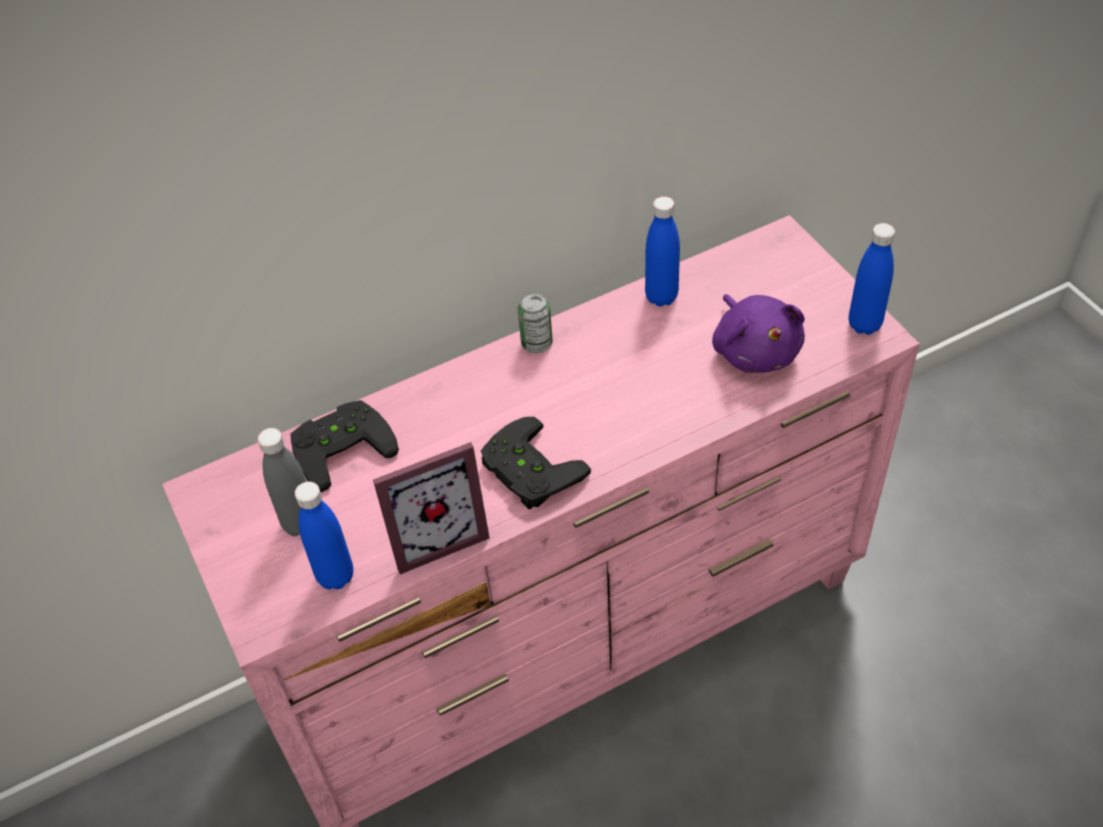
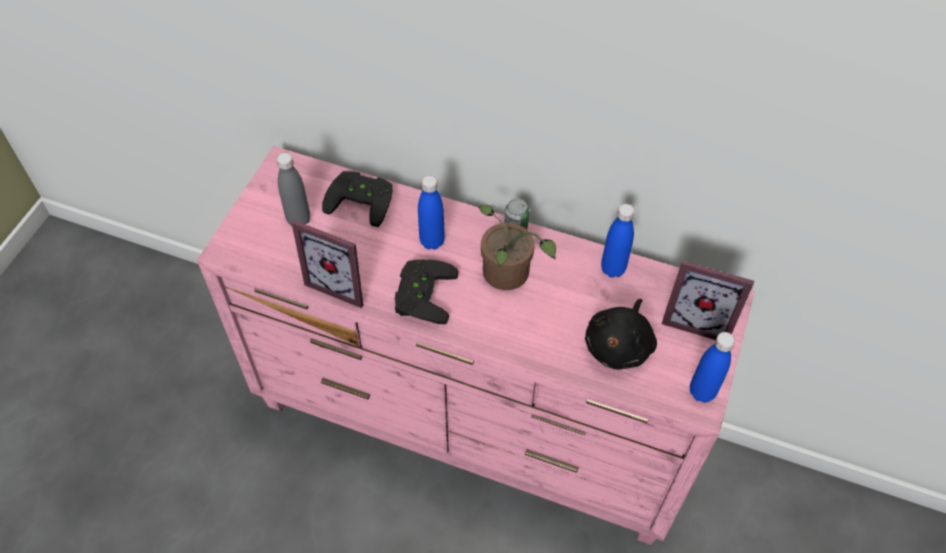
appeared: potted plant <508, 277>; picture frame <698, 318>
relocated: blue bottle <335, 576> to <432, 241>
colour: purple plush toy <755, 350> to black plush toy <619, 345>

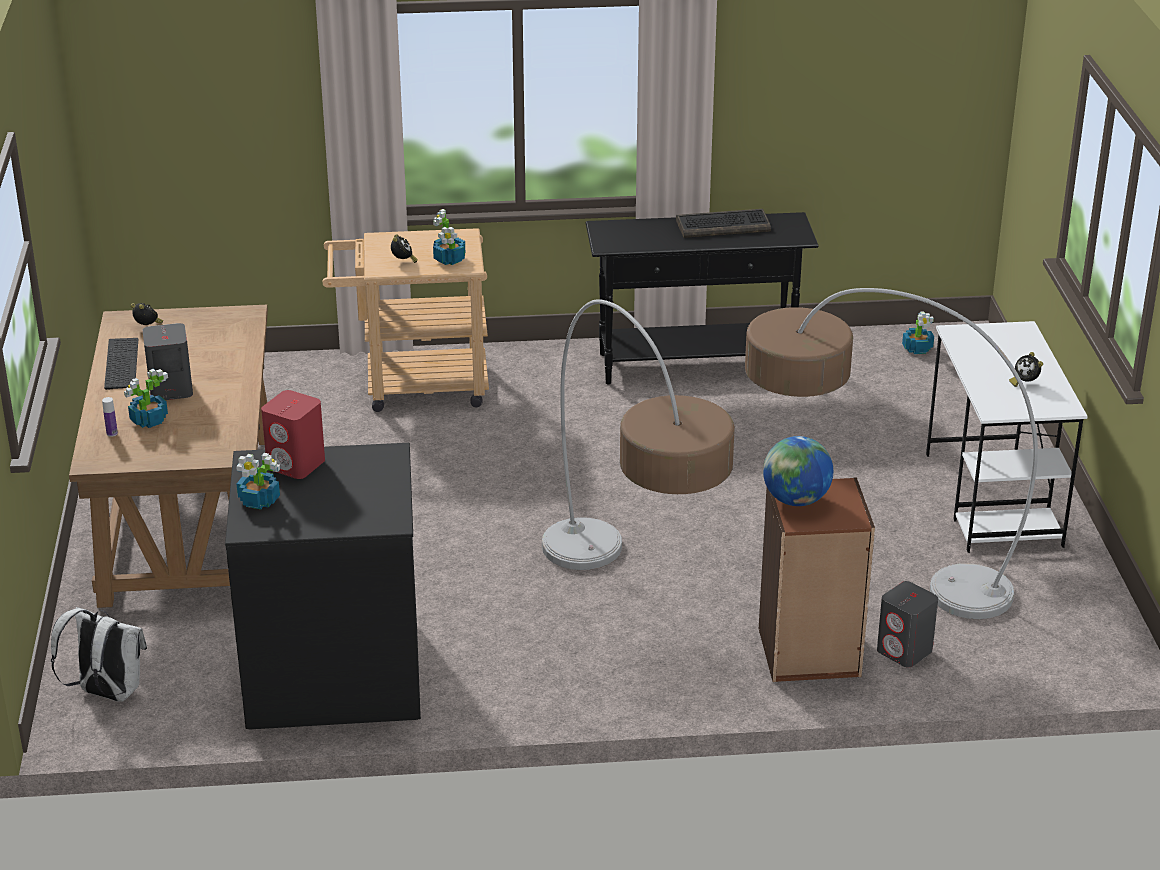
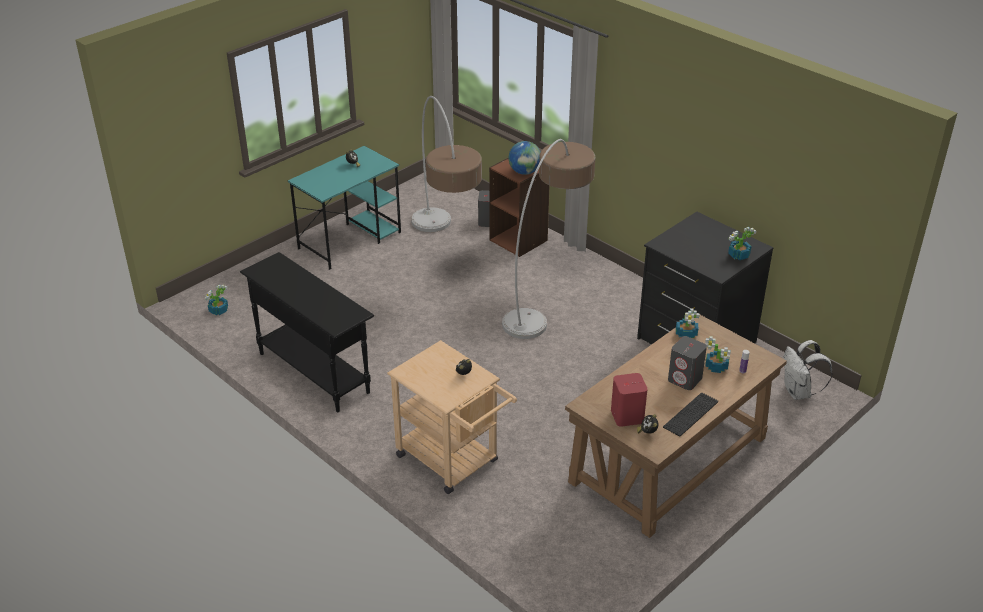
missing: keyboard <723, 225>
relocated: red speaker <296, 464> to <627, 416>; potted plant <449, 259> to <686, 334>
colour: white desk <993, 500> to turquoise desk <350, 240>

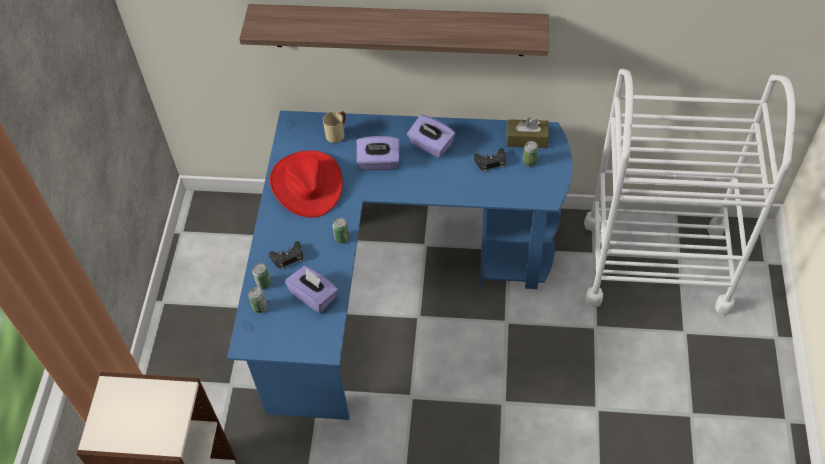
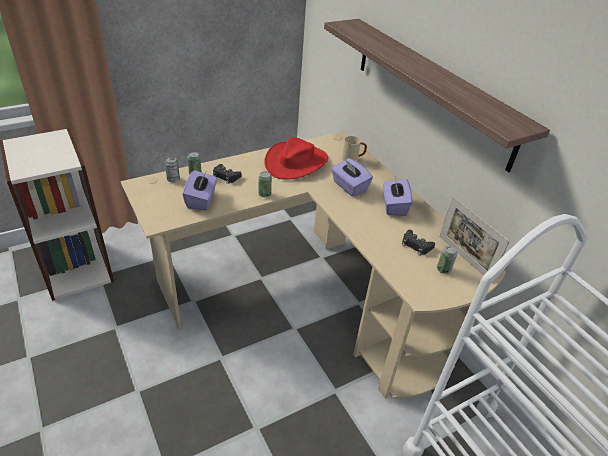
exchanged: brown tissue box <527, 139> to picture frame <464, 258>
colour: blue desk <388, 282> to beige desk <309, 296>

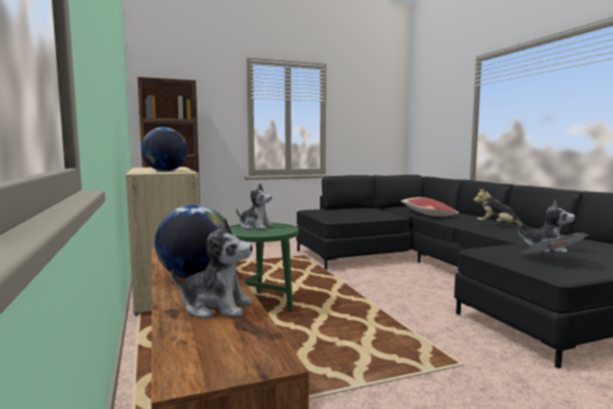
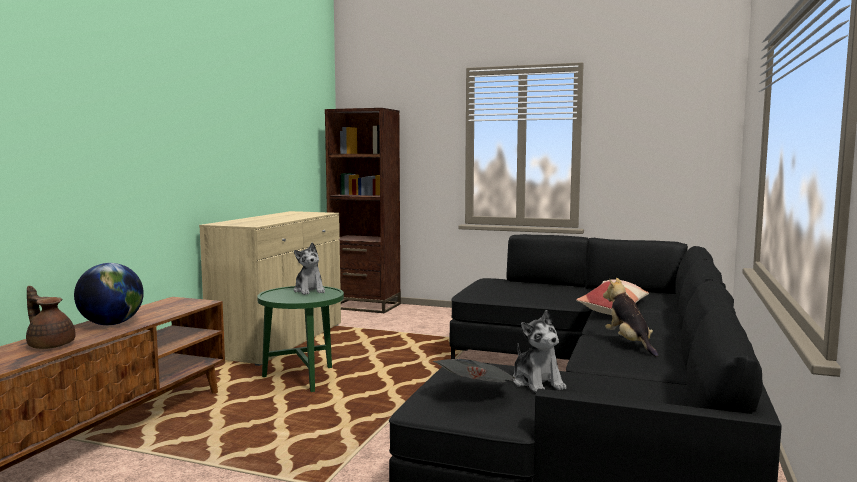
missing: globe <165, 171>
exchanged: plush toy <216, 307> to brown teapot <50, 345>

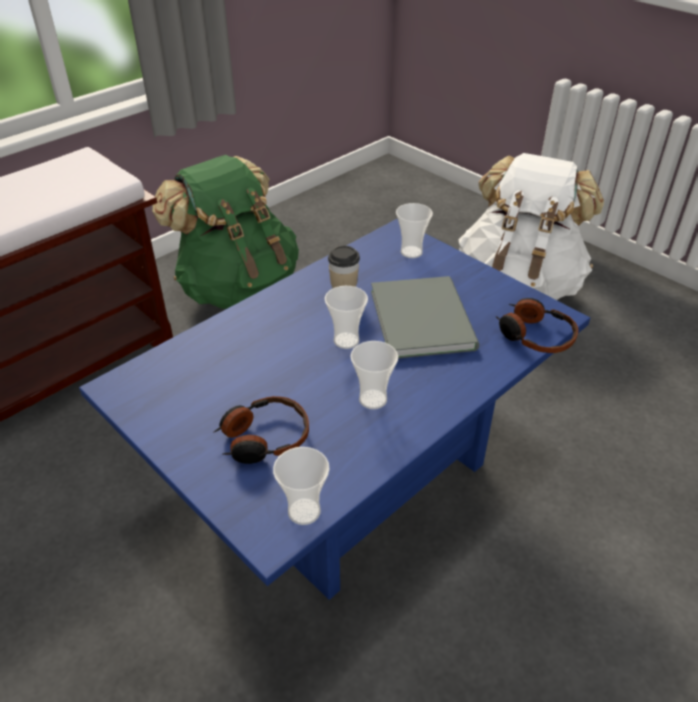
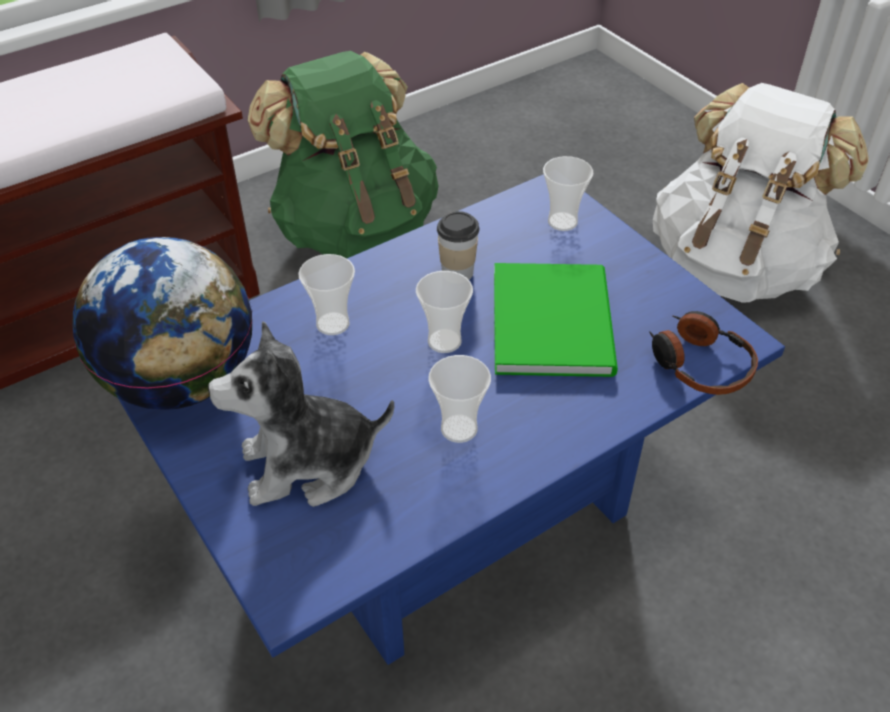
appeared: globe <181, 382>
relocated: cup <304, 511> to <333, 324>
exchanged: headphones <263, 438> to plush toy <308, 464>
colour: grey book <424, 317> to green book <555, 319>

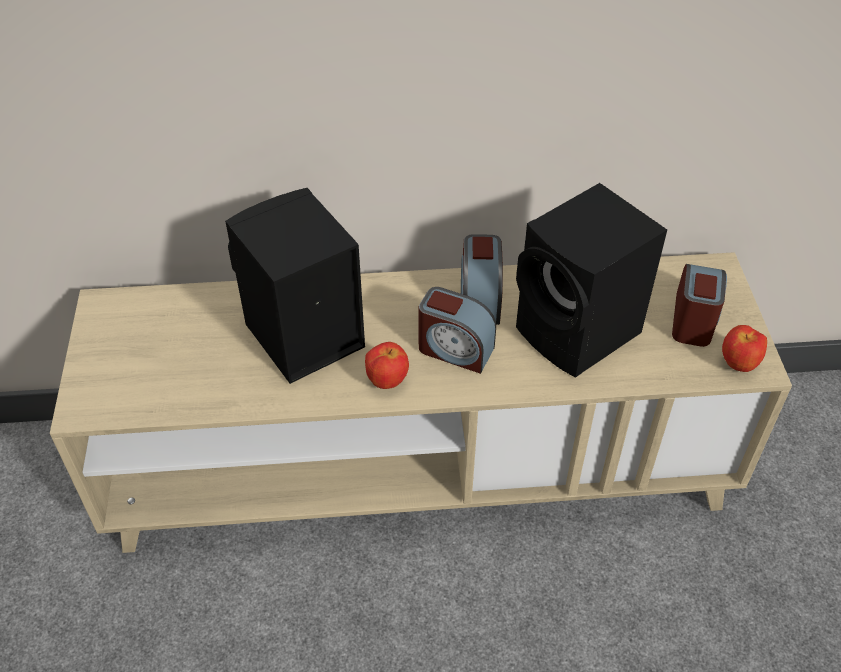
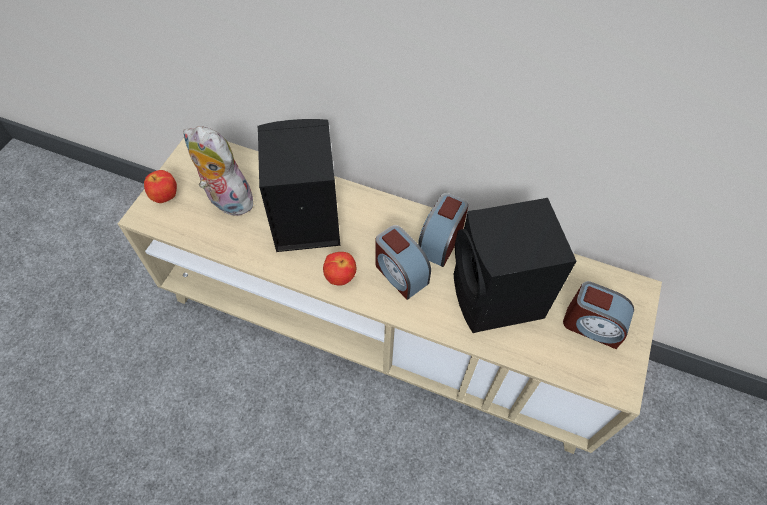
appeared: plush toy <226, 200>
relocated: apple <738, 364> to <165, 197>
spun: alarm clock <693, 320> = <592, 325> 75 degrees clockwise

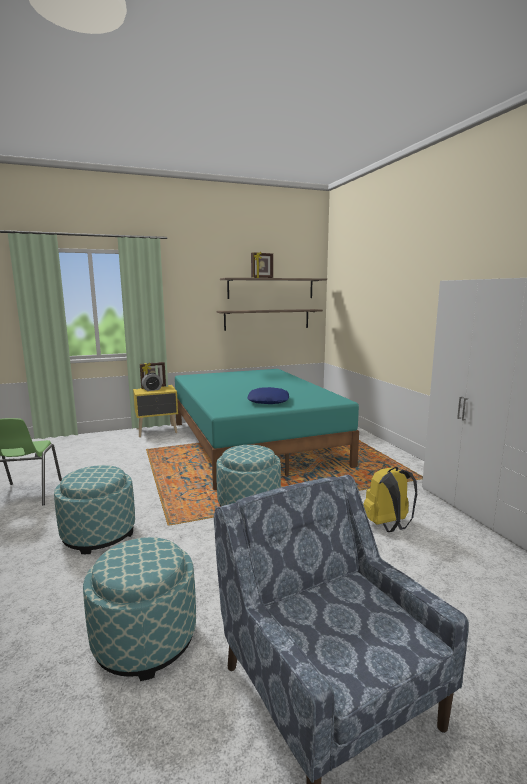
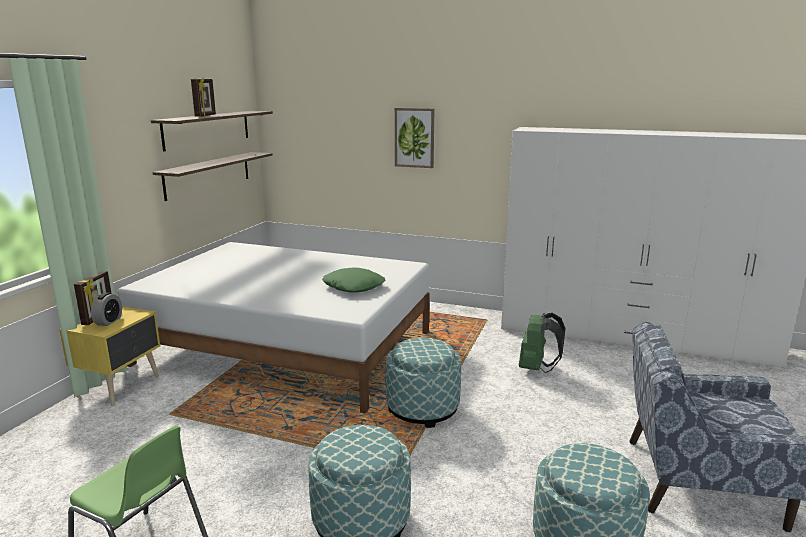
appeared: picture <414, 137>
colour: turquoise bed <254, 443> to white bed <287, 348>; blue pillow <269, 401> to green pillow <354, 286>; yellow backpack <388, 526> to green backpack <537, 368>

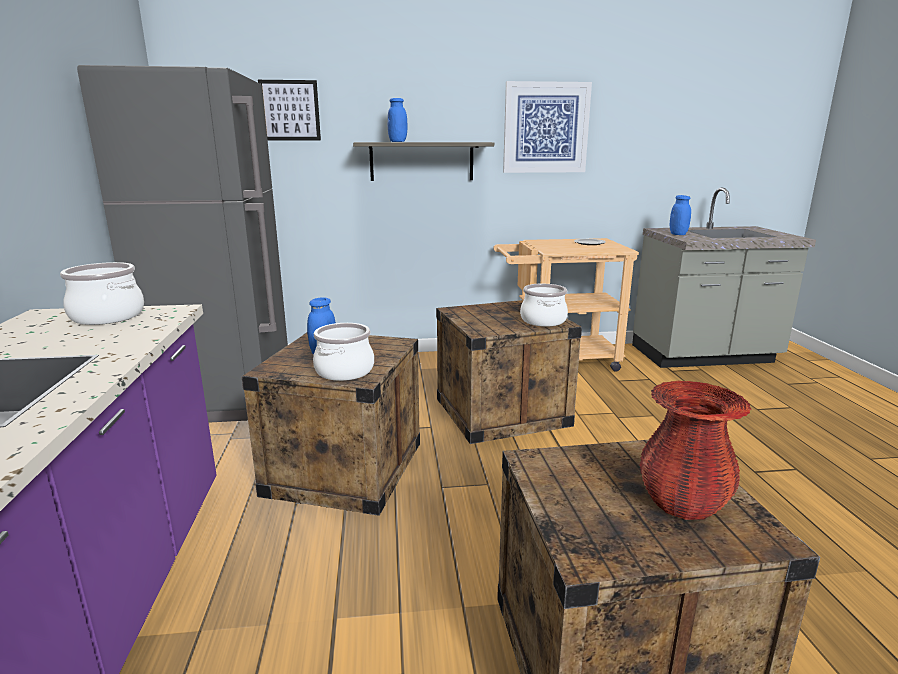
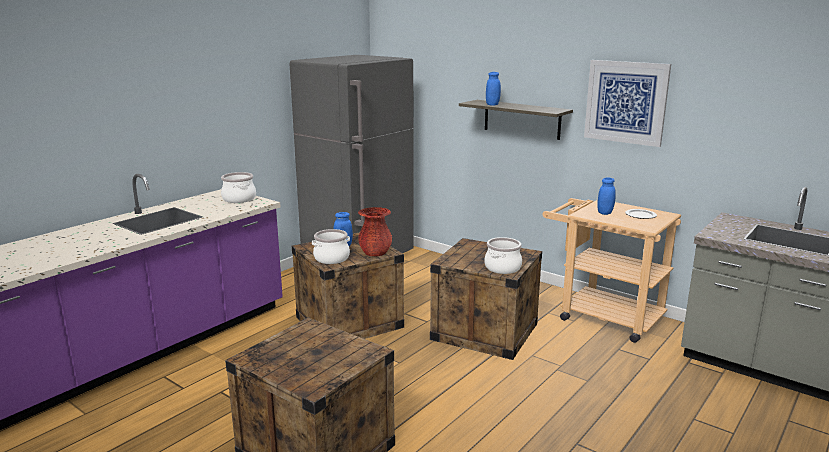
missing: picture <290, 110>
relocated: red vase <683, 503> to <375, 253>; blue jar <678, 234> to <605, 213>

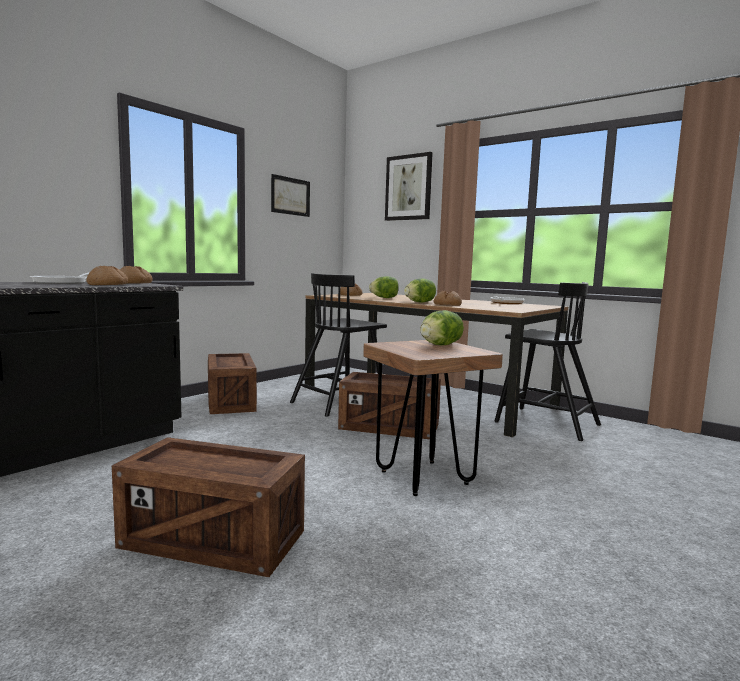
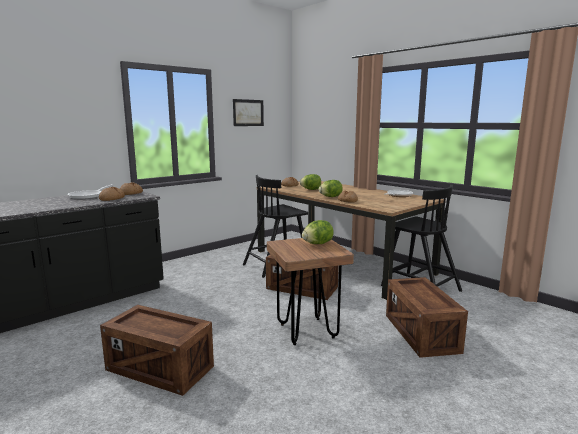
missing: picture <408, 187>
relocated: crate <231, 402> to <420, 333>

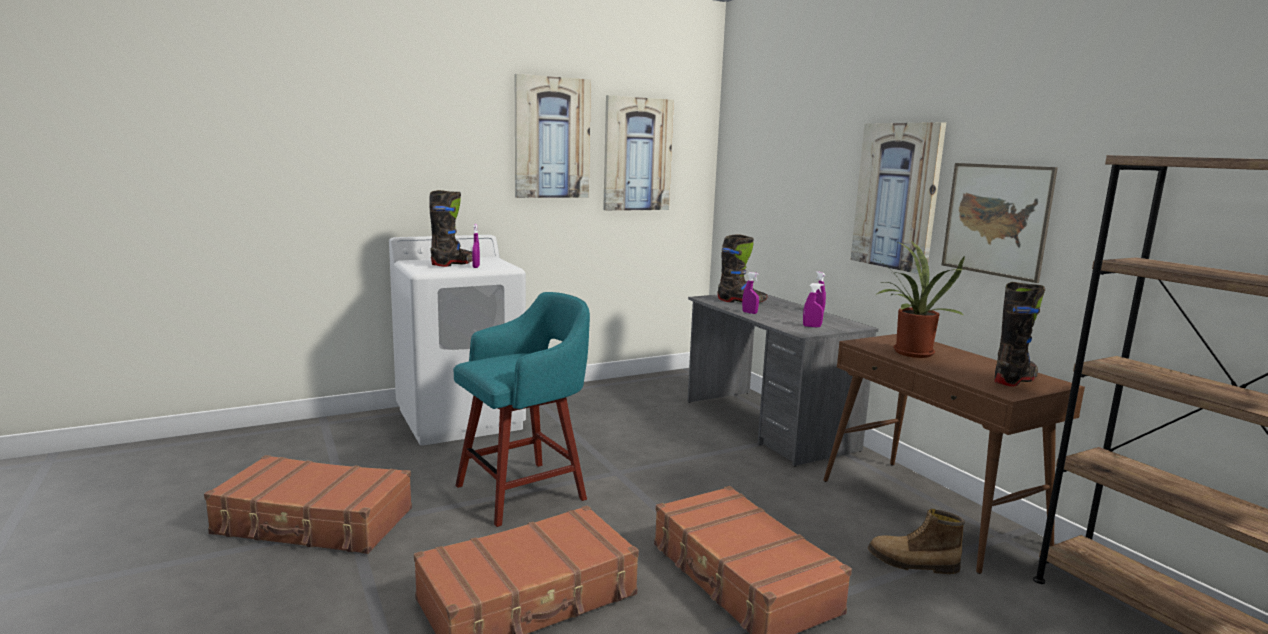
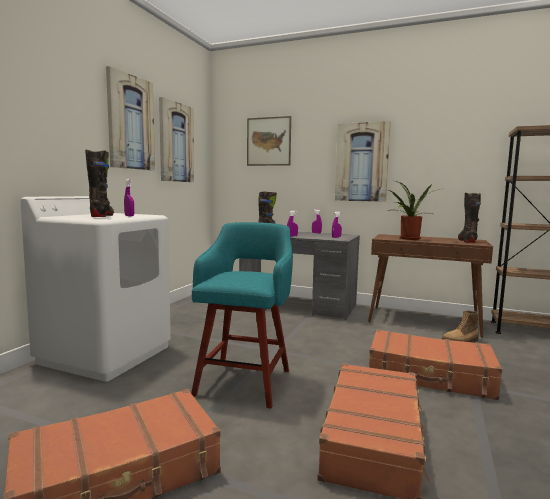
relocated: picture <996, 220> to <268, 141>

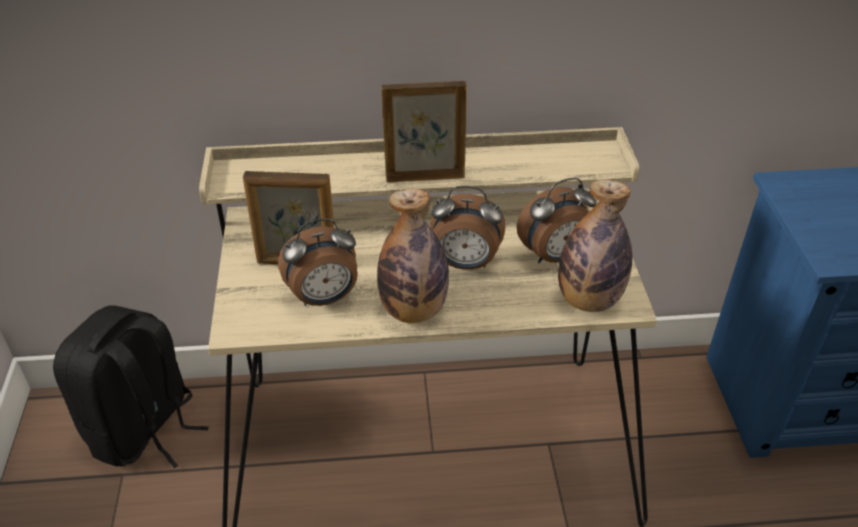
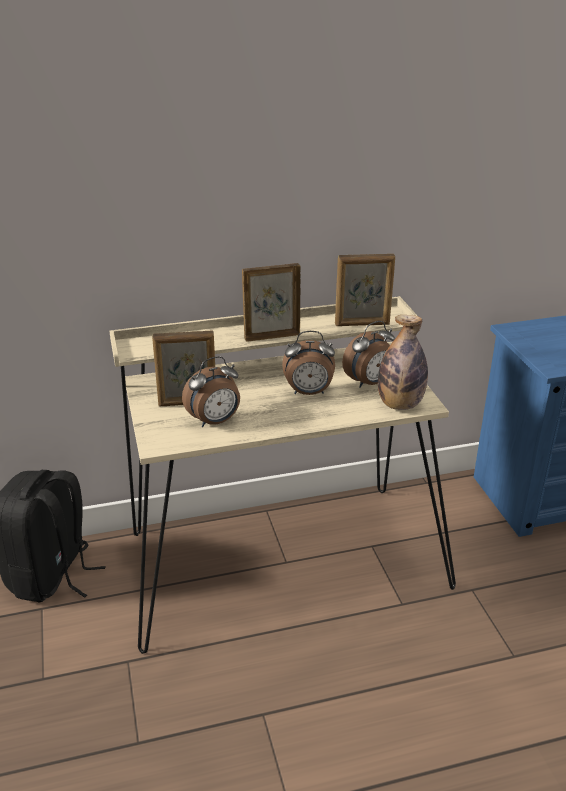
missing: bottle <413, 310>
appeared: picture frame <362, 324>

